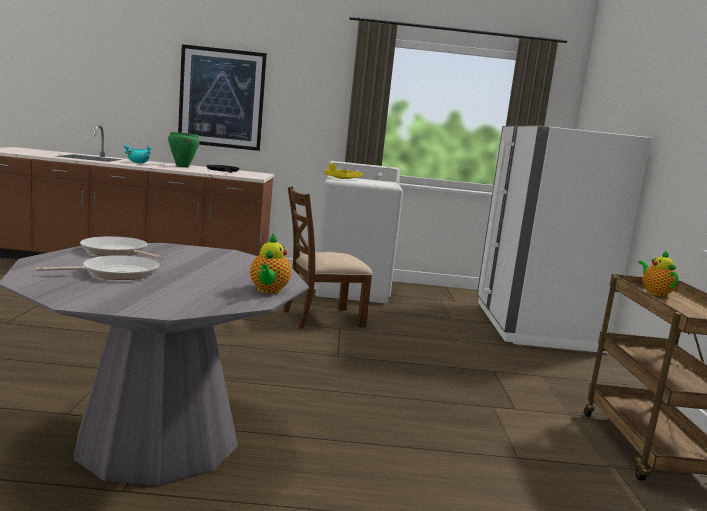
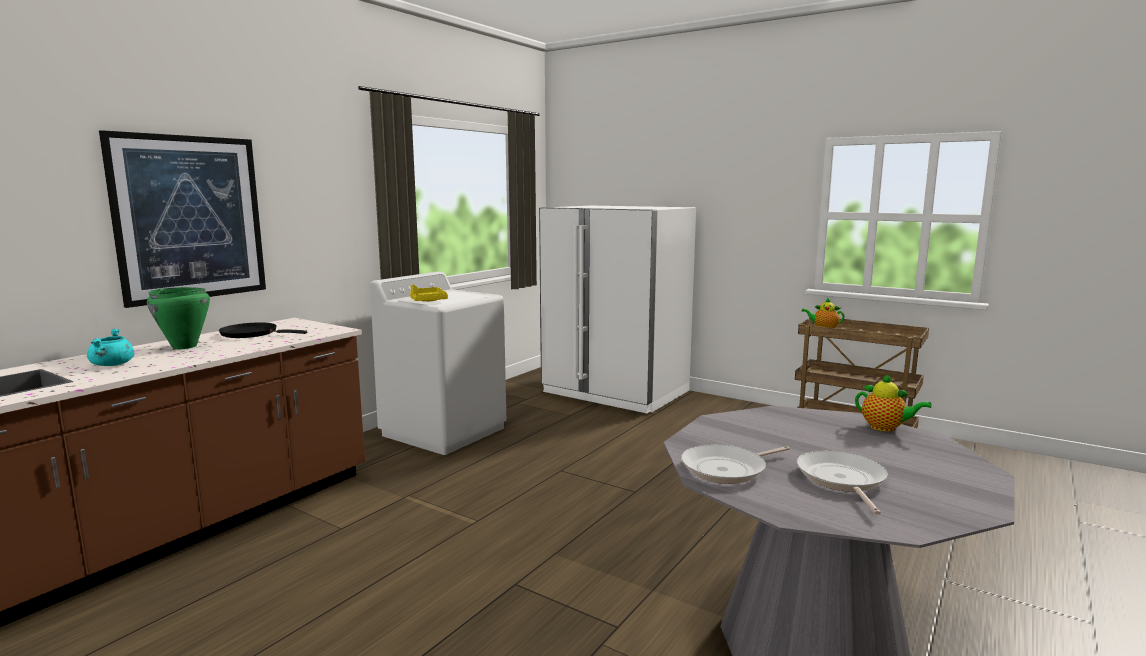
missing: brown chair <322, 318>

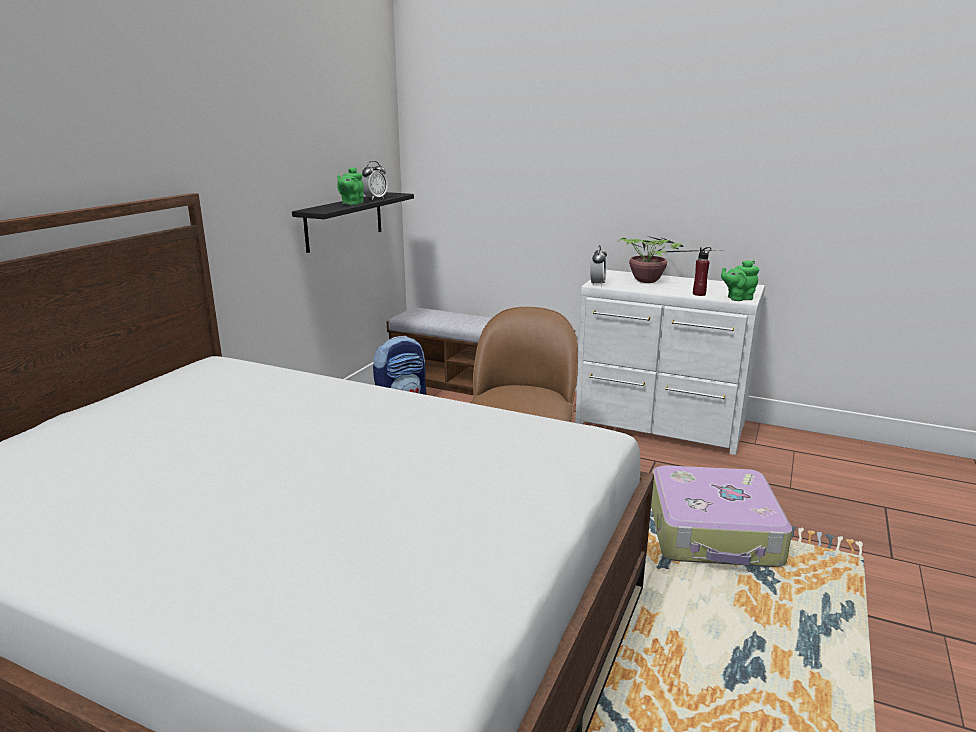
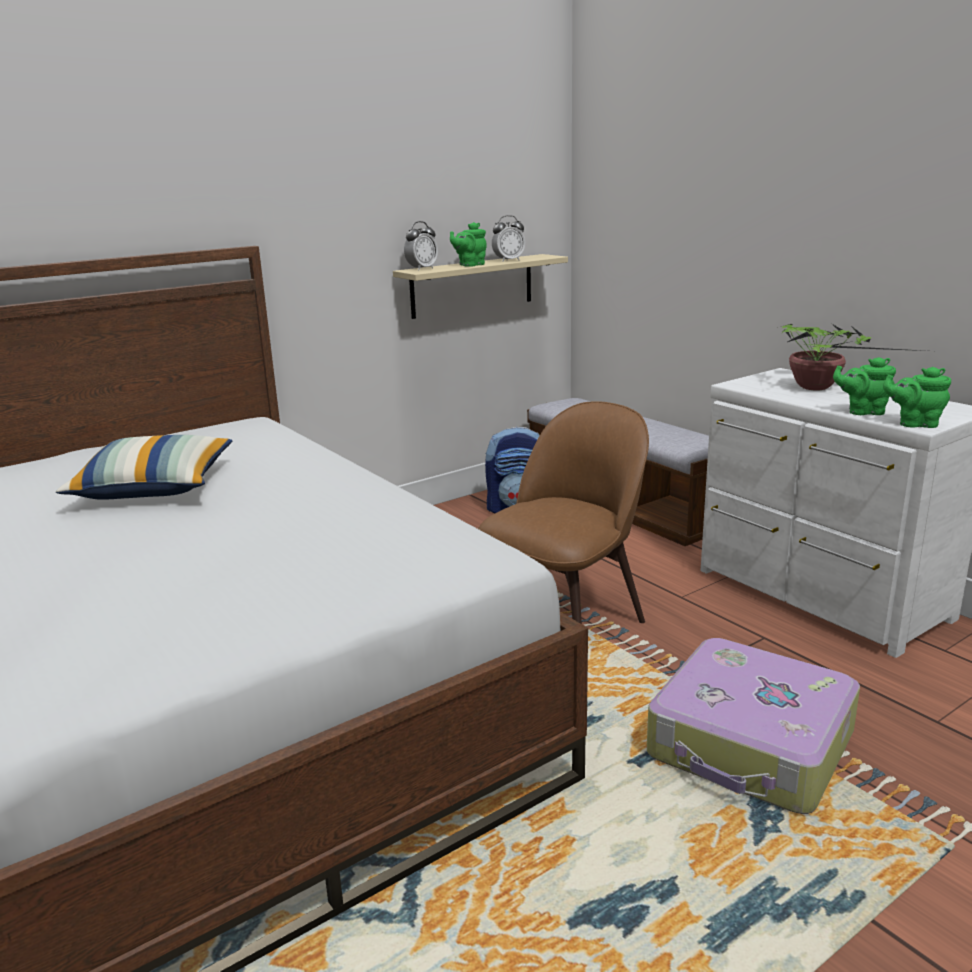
appeared: pillow <155, 488>
relocated: alarm clock <597, 284> to <422, 269>
exchanged: red bottle <699, 294> to green teapot <863, 411>
colour: black shelf <344, 221> to beige shelf <472, 285>

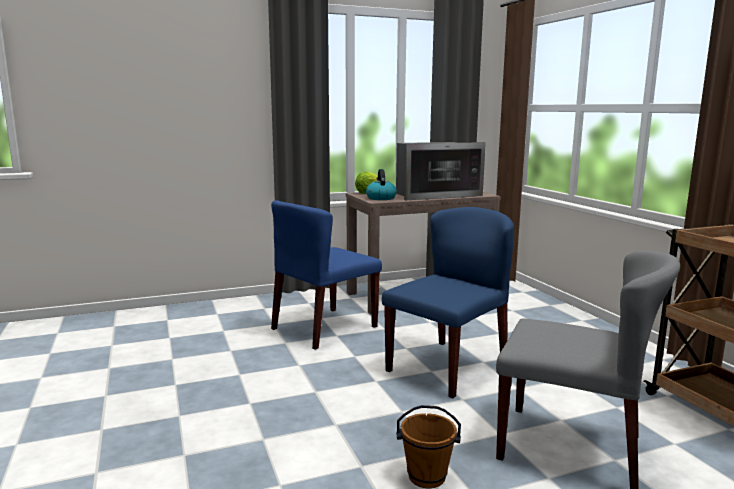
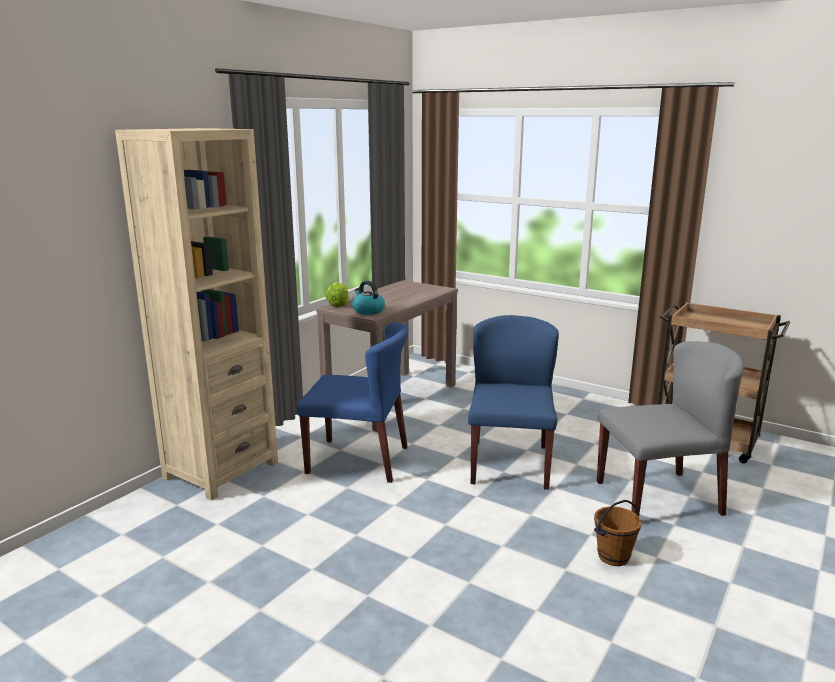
missing: microwave <434, 195>
appeared: beige bookcase <221, 470>
spun: blue chair <324, 328> = <359, 460> 90 degrees counterclockwise

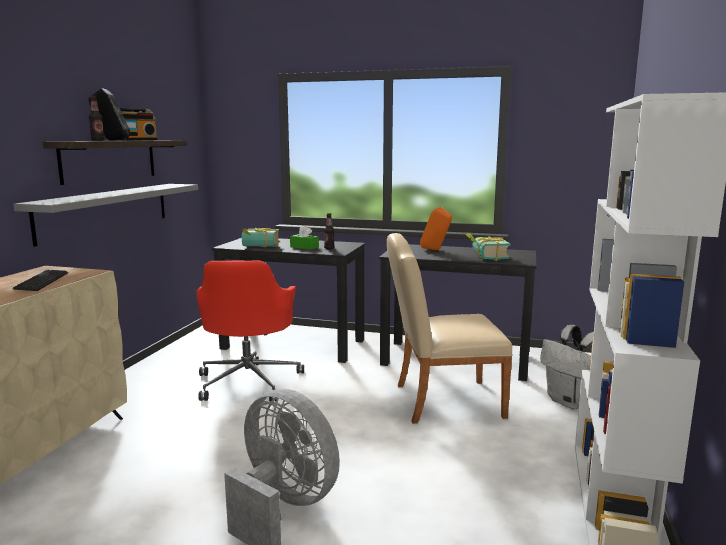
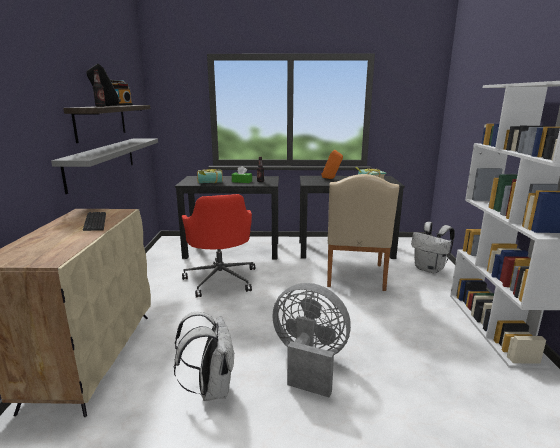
appeared: white backpack <211, 388>
spun: beige chair <440, 401> = <355, 277> 60 degrees counterclockwise

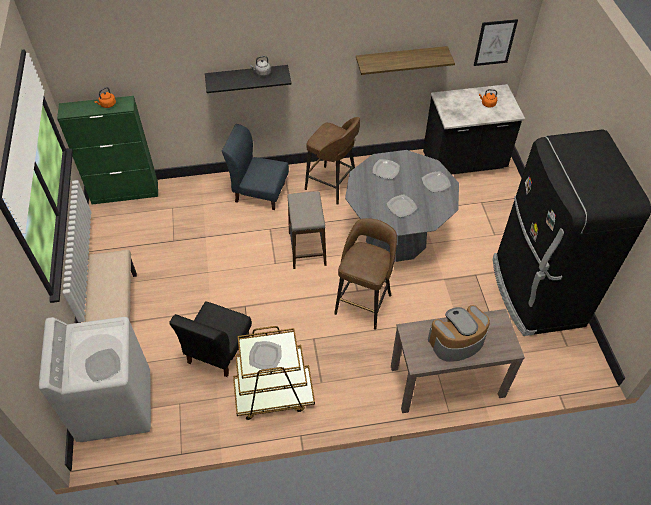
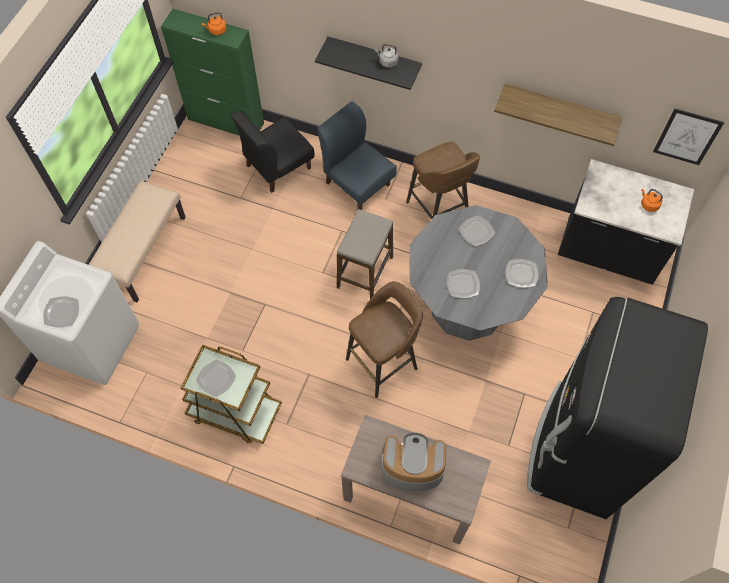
relocated: black chair <218, 350> to <277, 166>

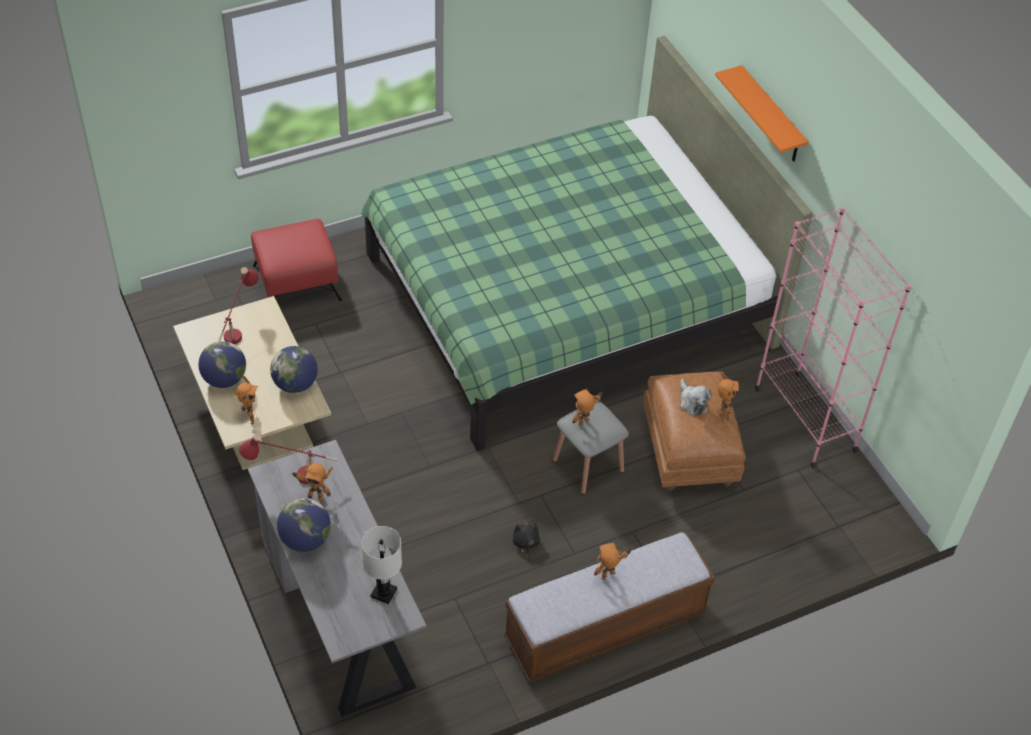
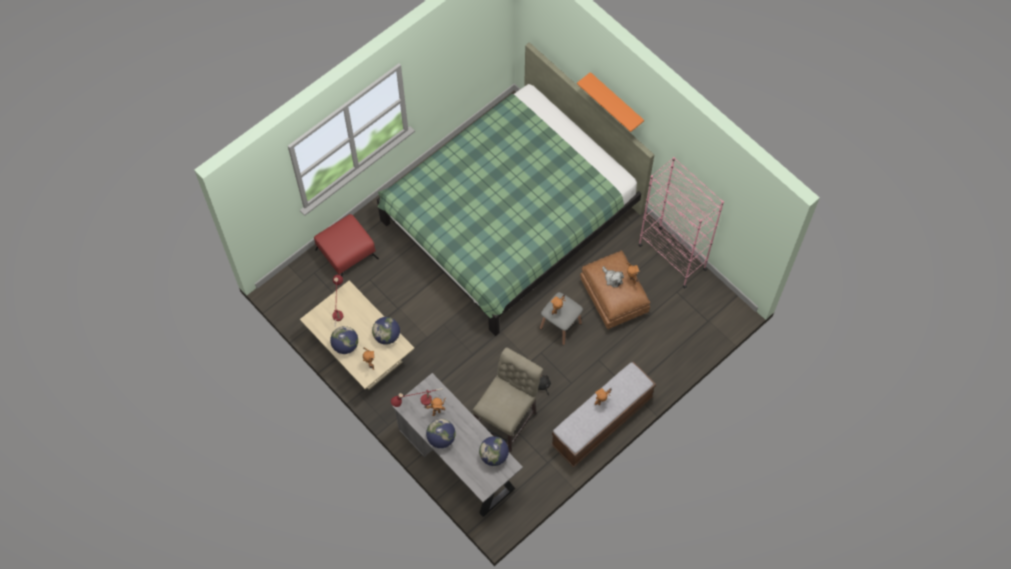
appeared: beige chair <508, 419>
exchanged: white table lamp <383, 593> to globe <494, 455>

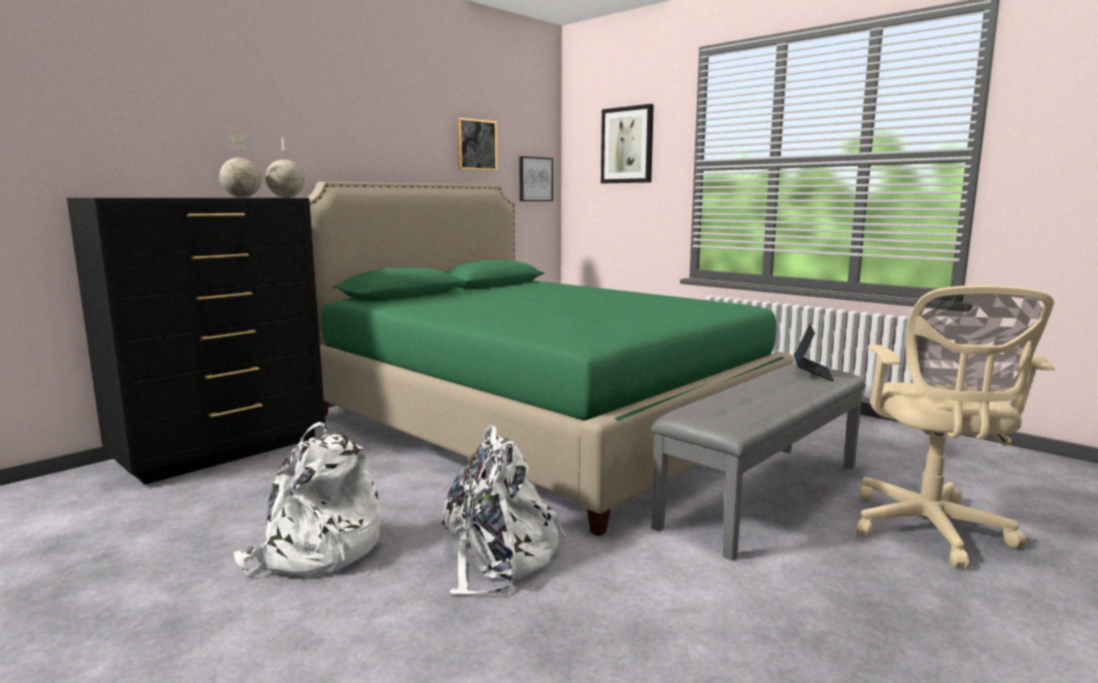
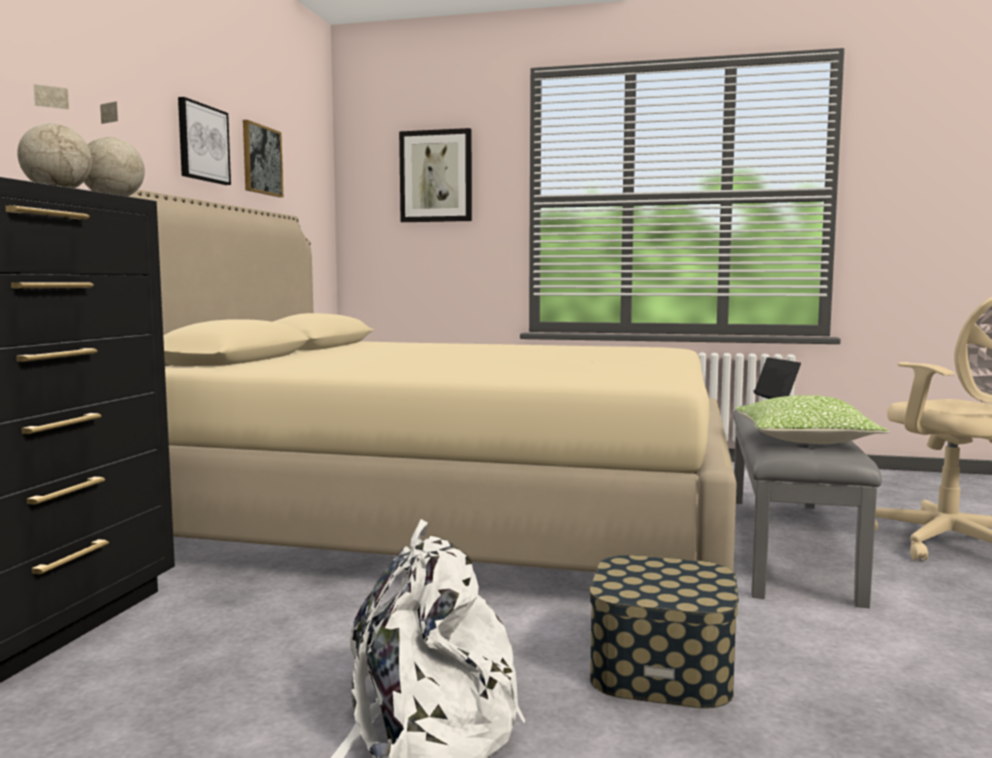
appeared: pillow <804, 441>
relocated: picture <535, 179> to <202, 143>
exchanged: white backpack <499, 557> to storage box <661, 668>
colour: green bed <537, 424> to beige bed <449, 520>

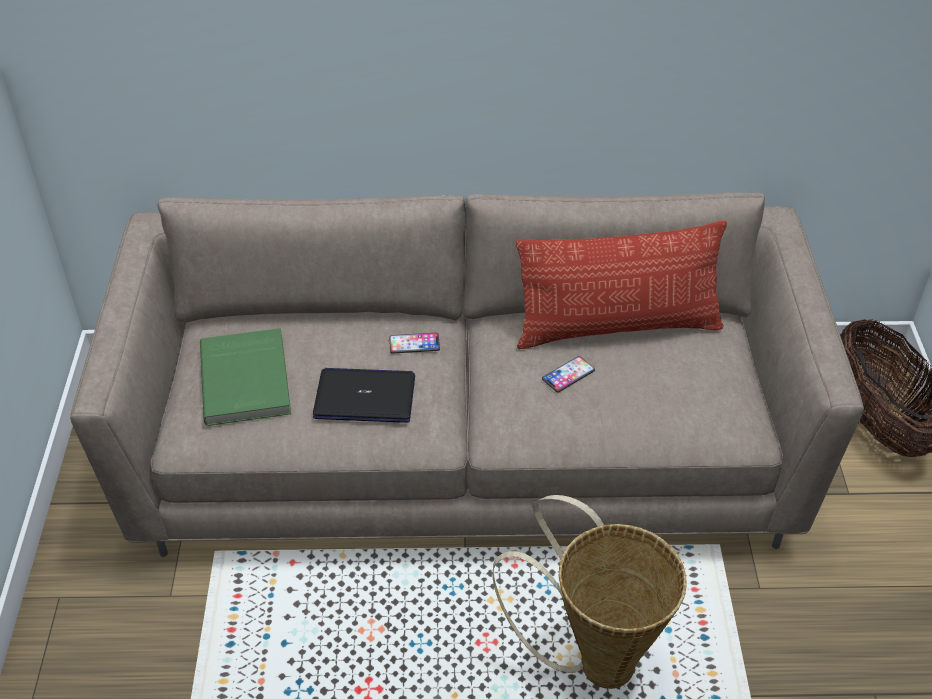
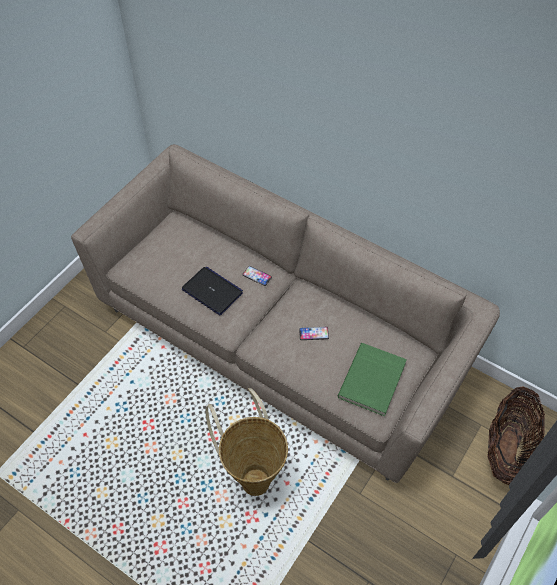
missing: pillow <617, 327>
relocated: green book <247, 379> to <373, 380>

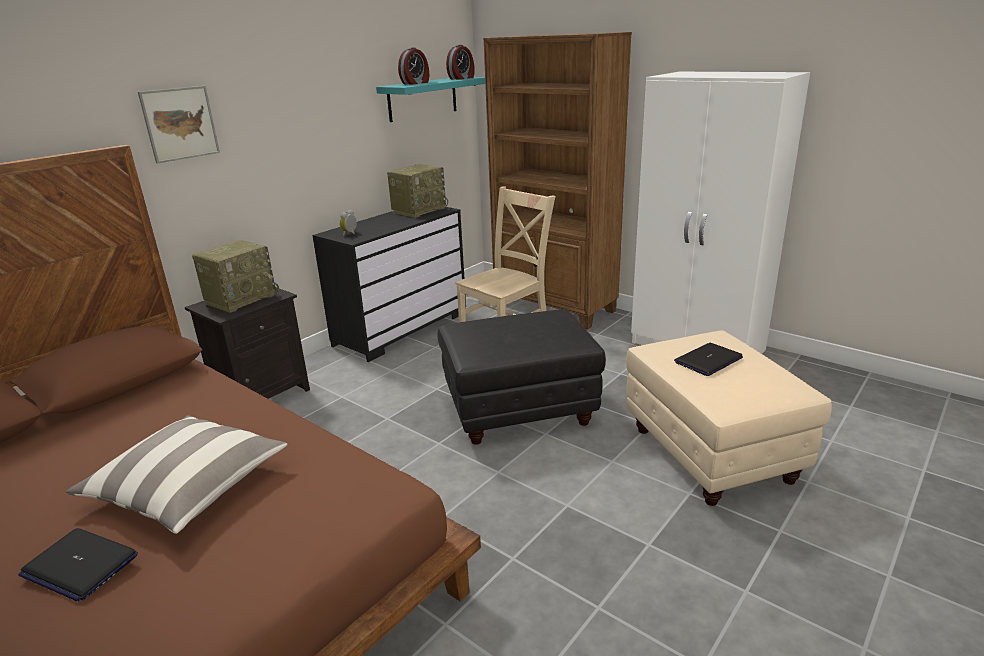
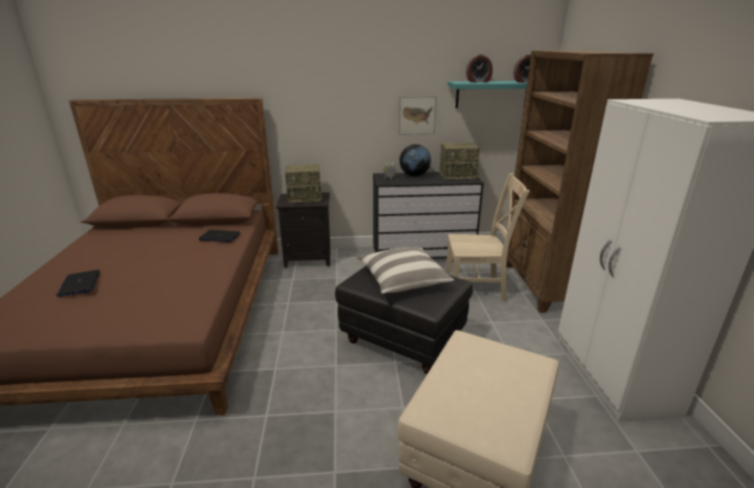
appeared: globe <414, 175>
relocated: pillow <189, 488> to <403, 280>; picture <180, 123> to <417, 115>; laptop <708, 360> to <220, 237>

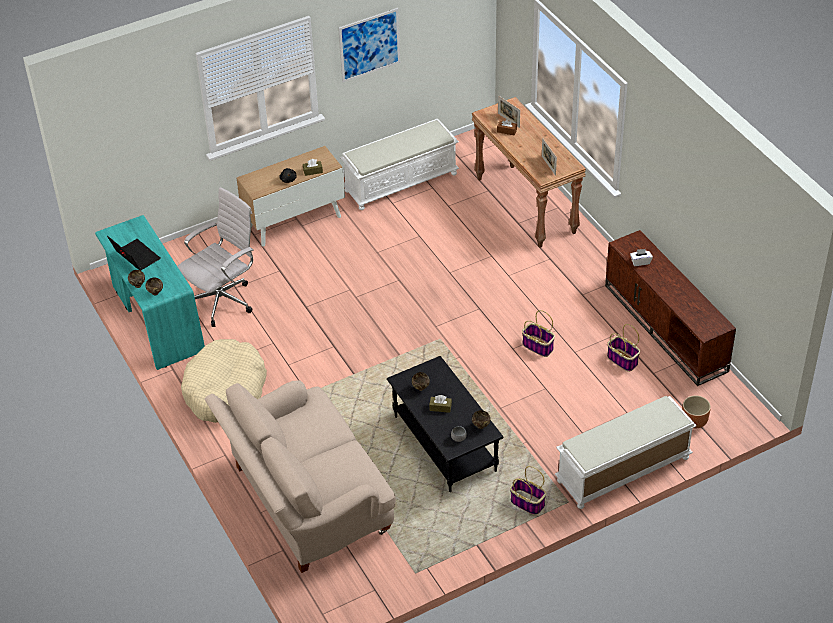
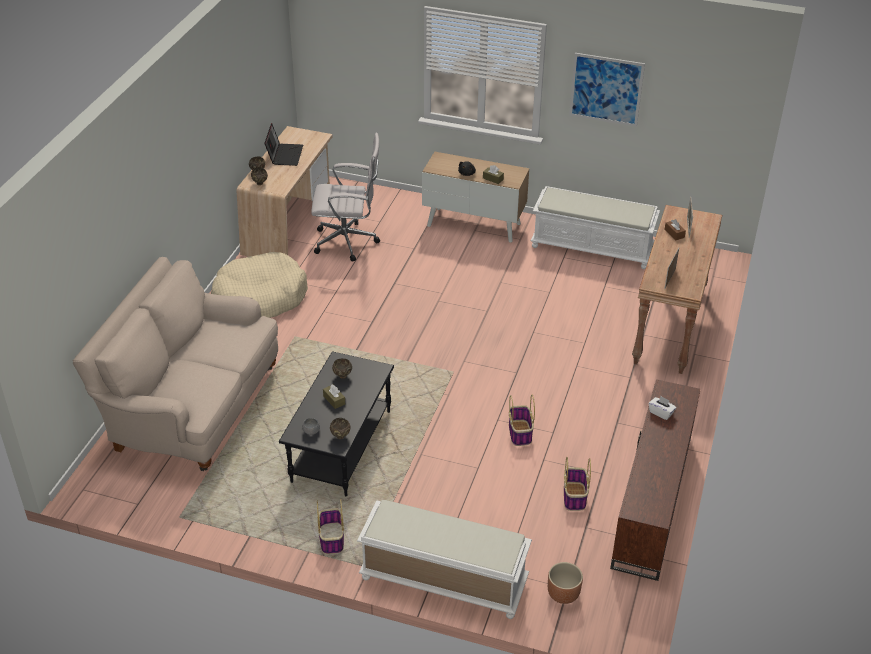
colour: turquoise desk <155, 319> to beige desk <289, 224>

